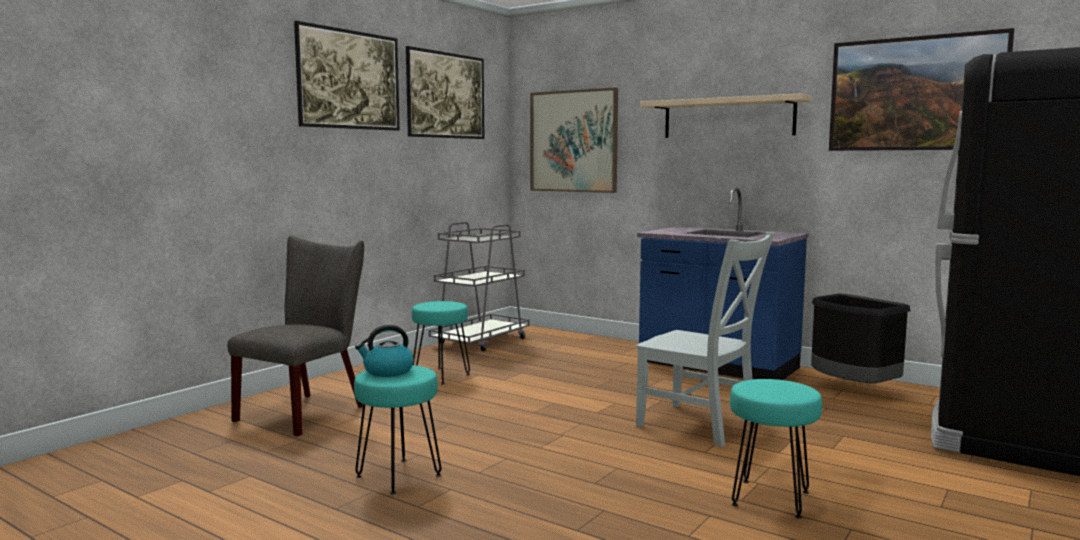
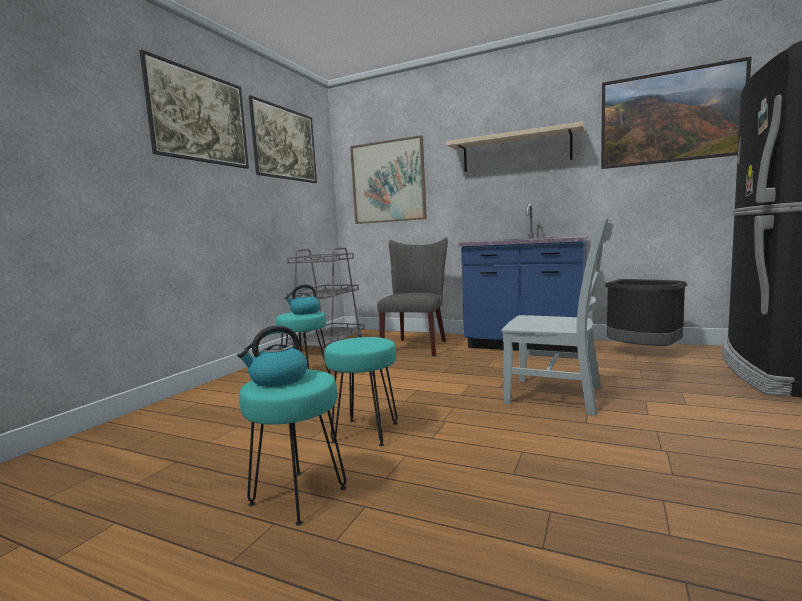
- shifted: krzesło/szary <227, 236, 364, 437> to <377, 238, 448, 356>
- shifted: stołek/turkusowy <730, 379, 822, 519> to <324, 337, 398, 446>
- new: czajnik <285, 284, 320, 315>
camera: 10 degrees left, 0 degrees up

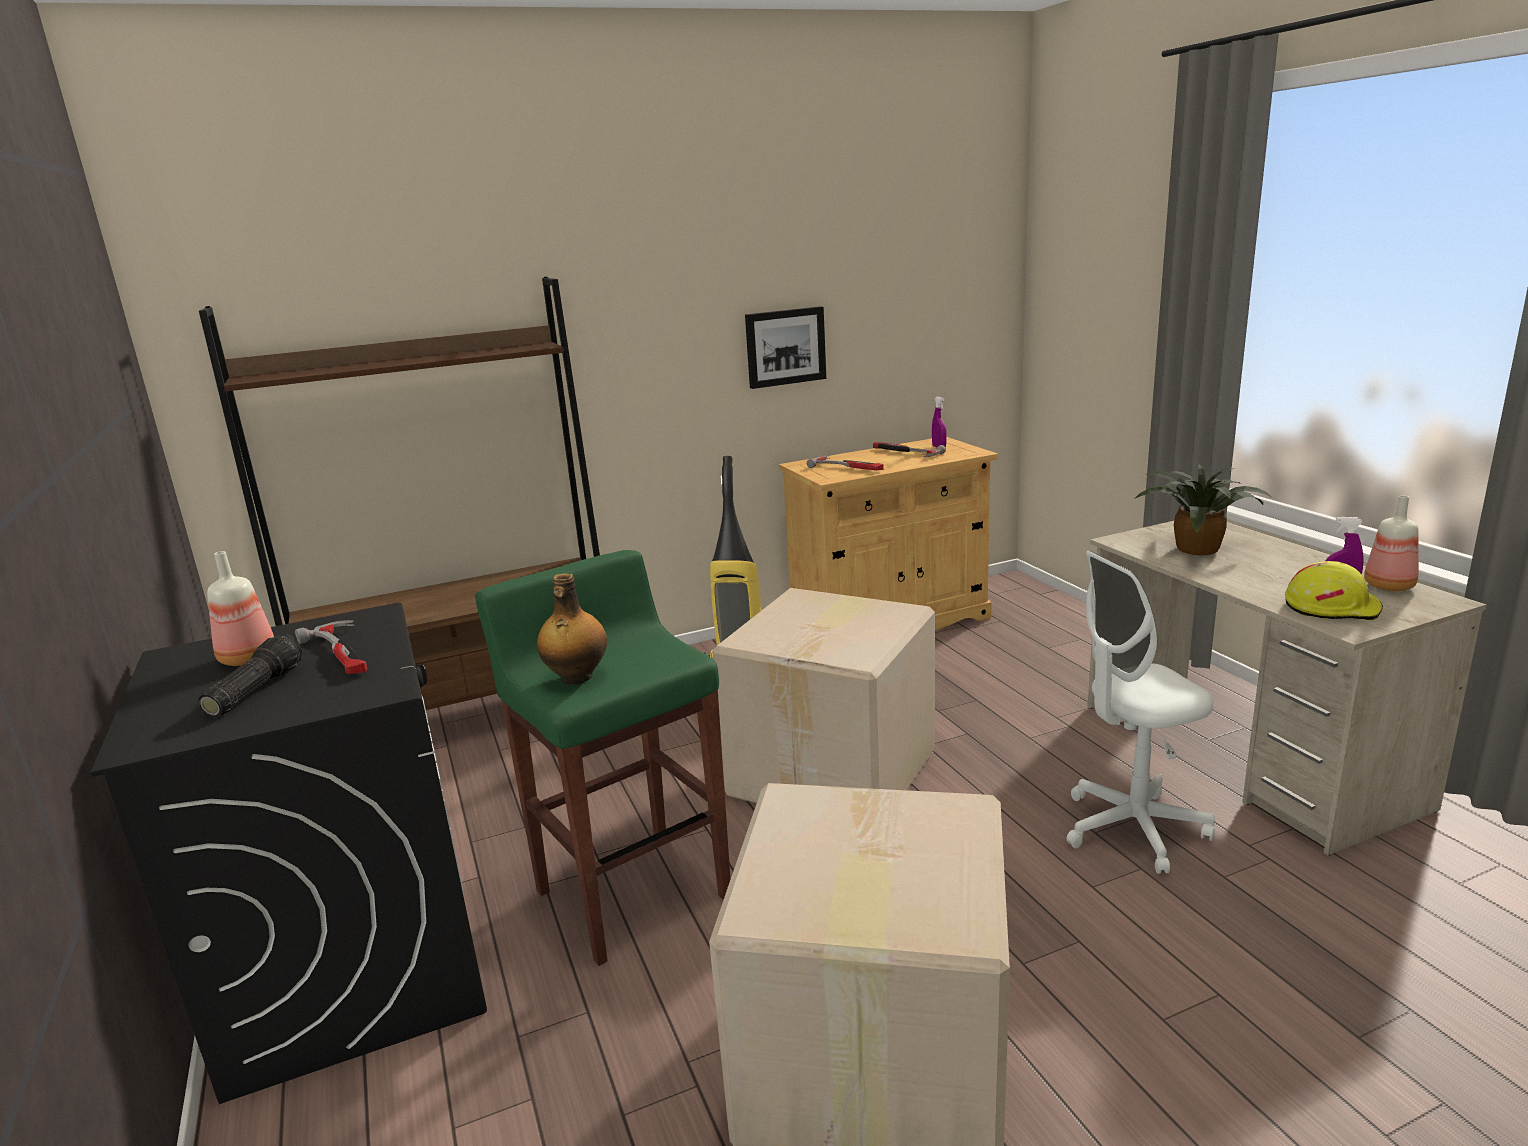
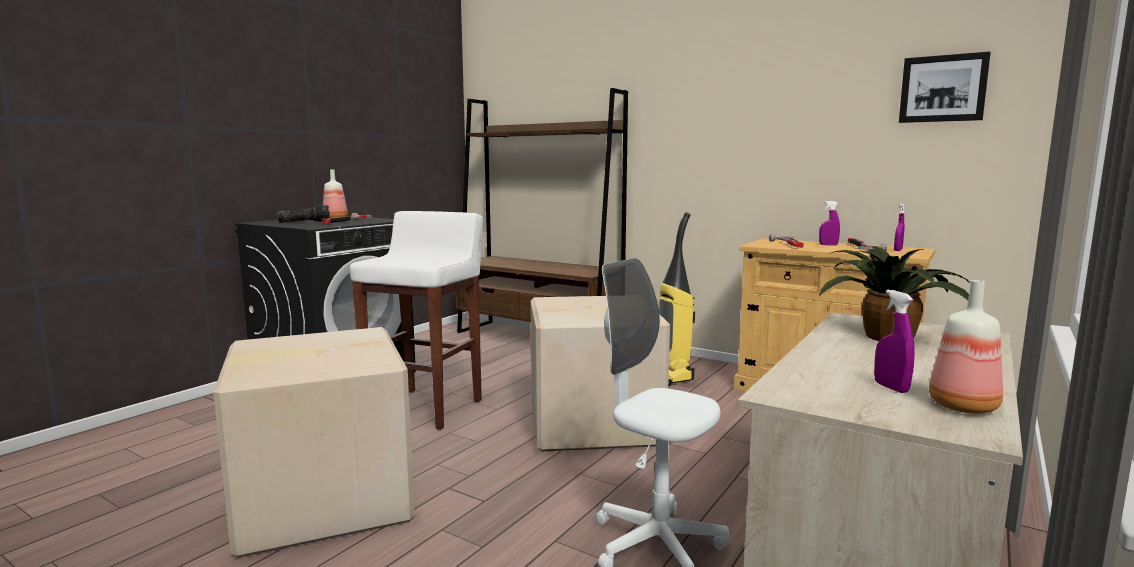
- shifted: obraz <745, 306, 826, 389> to <899, 51, 991, 123>
- repainted: stołek/zielony <475, 550, 730, 966> to stołek/biały <350, 211, 483, 430>
- gone: kask/żółty <1285, 561, 1383, 620>
- gone: butelka <537, 573, 607, 685>
- new: spryskiwacz/fioletowy <819, 201, 840, 245>
camera: 55 degrees right, 10 degrees down

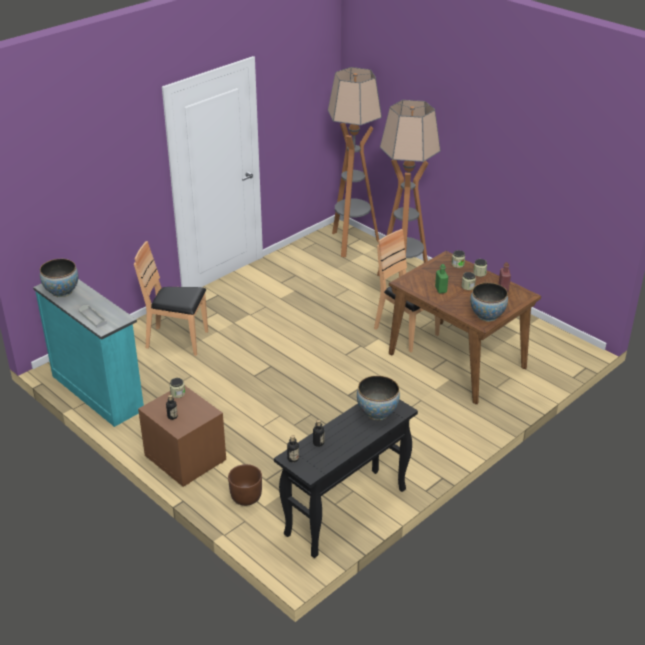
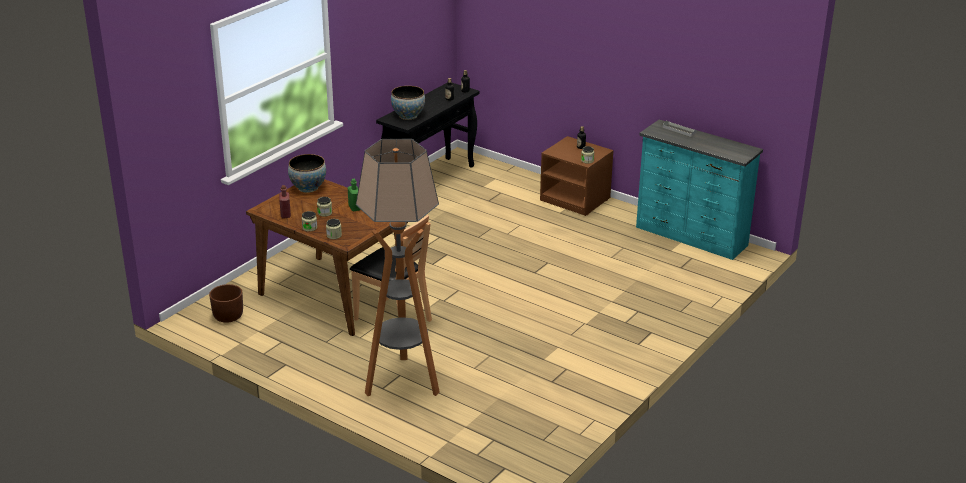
- gone: lampa stojąca <328, 67, 382, 258>
- gone: krzesło/brązowy <134, 241, 208, 356>
- gone: miska <40, 259, 78, 297>
- shifted: donica/brązowy <228, 464, 262, 506> to <209, 284, 243, 323>
camera: 170 degrees right, 5 degrees down

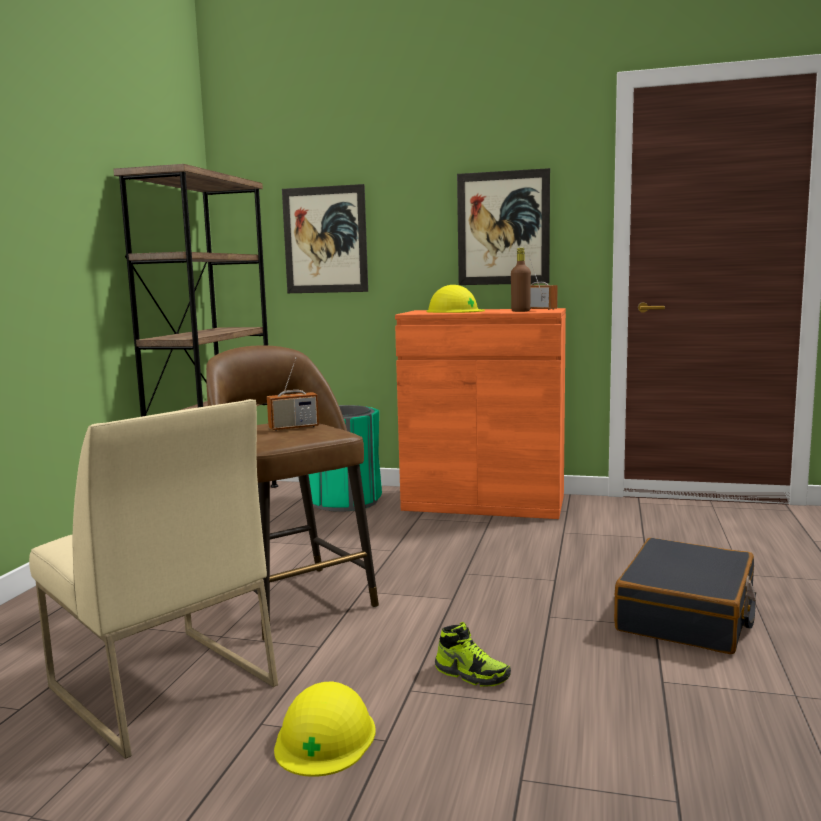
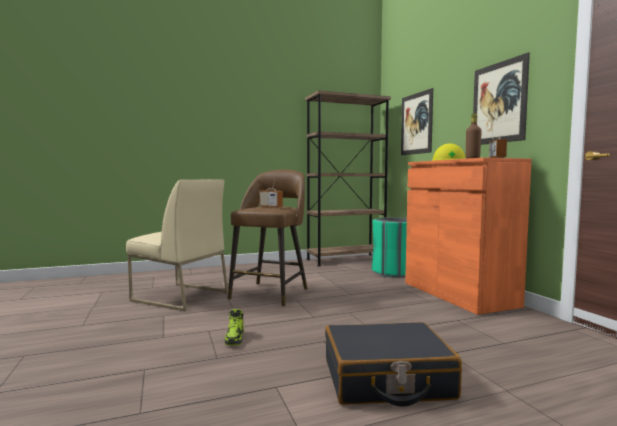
- rotated: krzesło/beżowy <29, 399, 278, 759> = <126, 179, 228, 311> 75 degrees counterclockwise
- gone: kask/żółty <274, 682, 375, 777>
camera: 55 degrees right, 5 degrees down

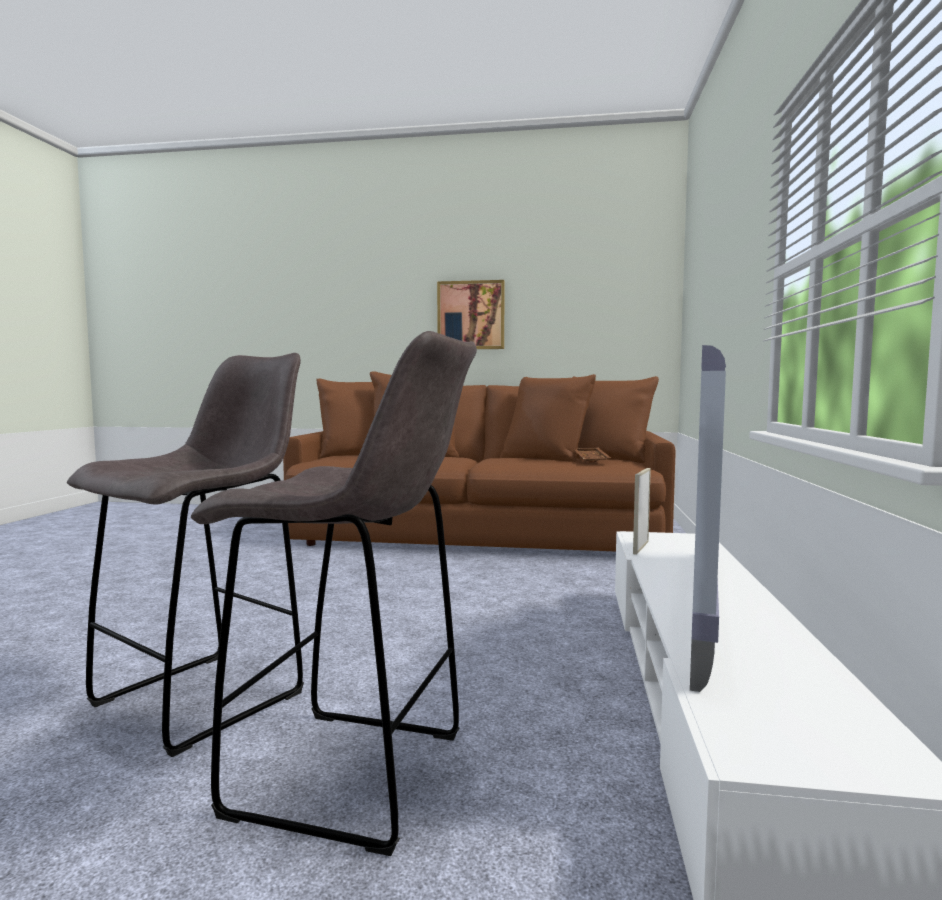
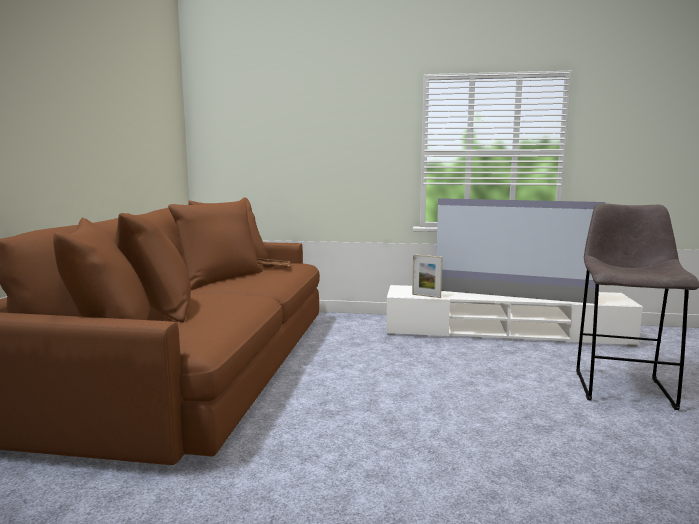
- gone: obraz <437, 280, 505, 349>
- gone: stołek/szary <67, 353, 304, 757>
camera: 90 degrees left, 5 degrees up

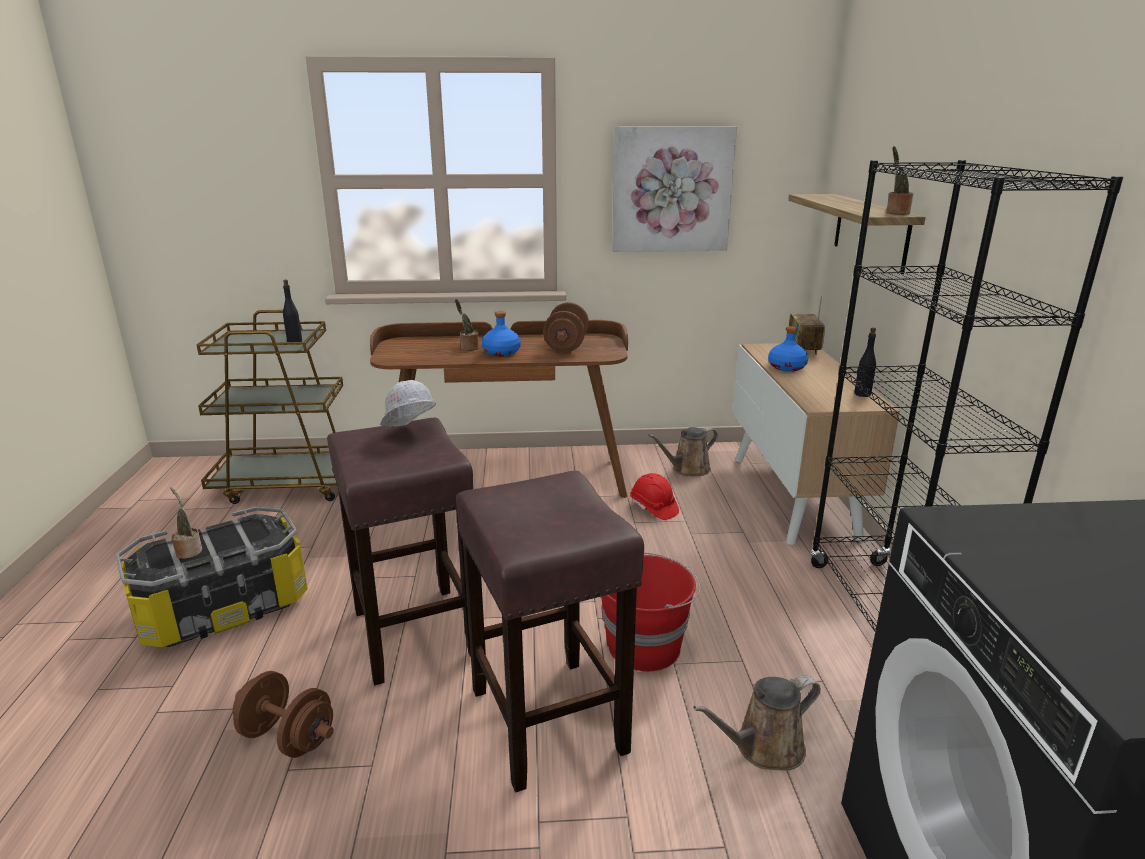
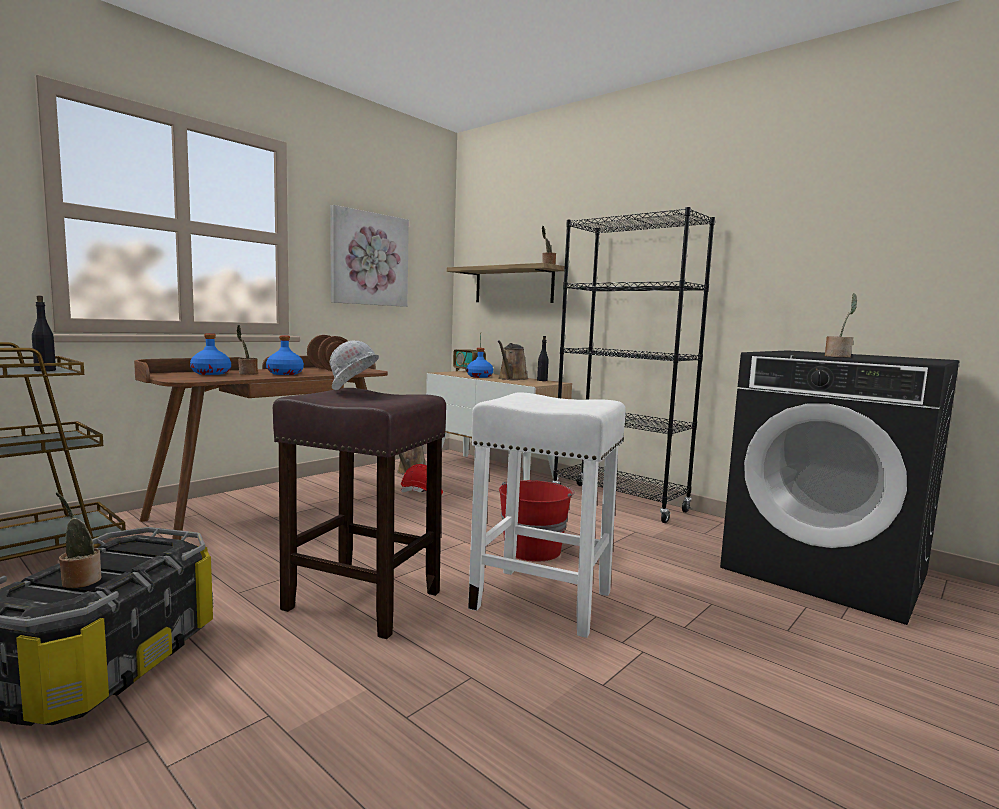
- repainted: stołek/brązowy <456, 471, 644, 792> to stołek/biały <468, 392, 626, 638>
- gone: hantel/brązowy <233, 671, 334, 758>
- shifted: konewka/brązowy <693, 676, 821, 771> to <498, 340, 528, 380>
- new: roślina doniczkowa <825, 293, 857, 358>
- new: butelka/niebieski <190, 334, 231, 375>
camera: 45 degrees left, 15 degrees down

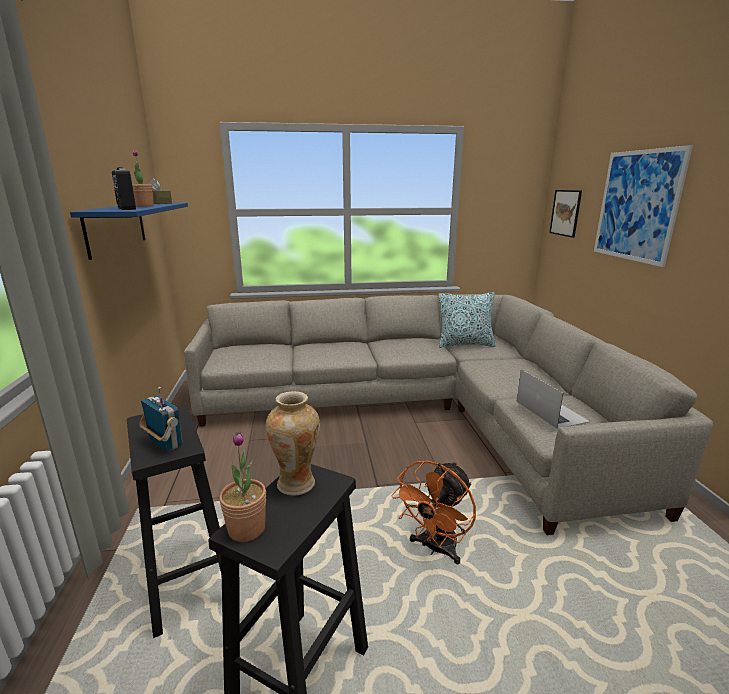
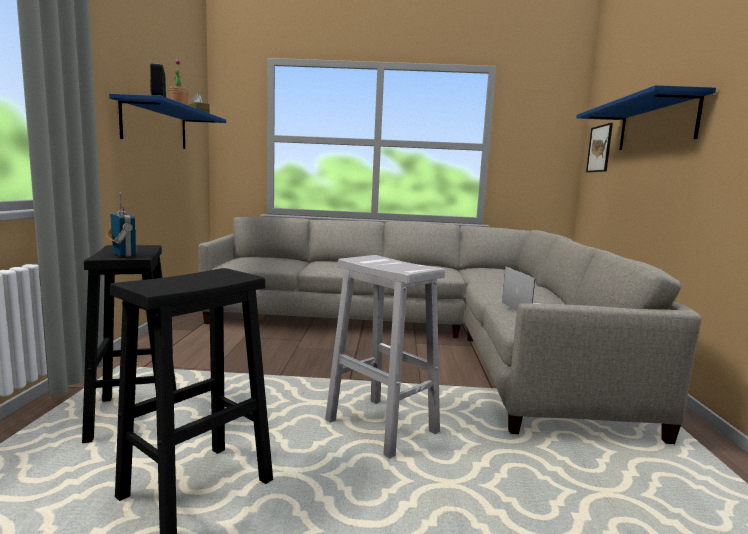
- swapped: obraz <594, 145, 693, 267> to półka/niebieski <576, 85, 716, 150>
- gone: poduszka <439, 292, 496, 348>
- gone: wazon <266, 391, 320, 496>
- gone: roślina doniczkowa <219, 432, 266, 542>
- swapped: wentylator/pomarańczowy <391, 461, 476, 564> to stołek/biały <325, 255, 445, 459>
camera: 10 degrees right, 10 degrees down

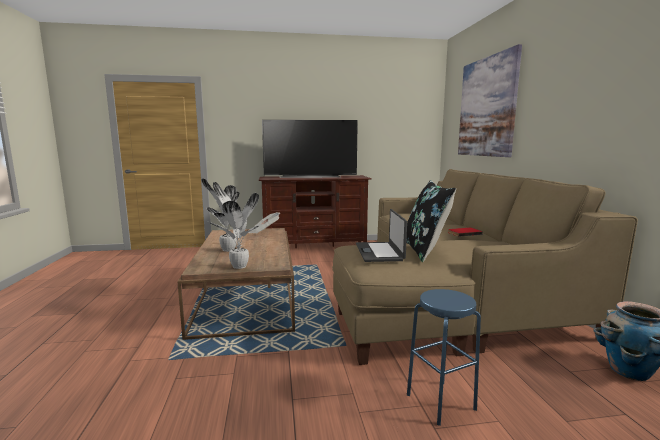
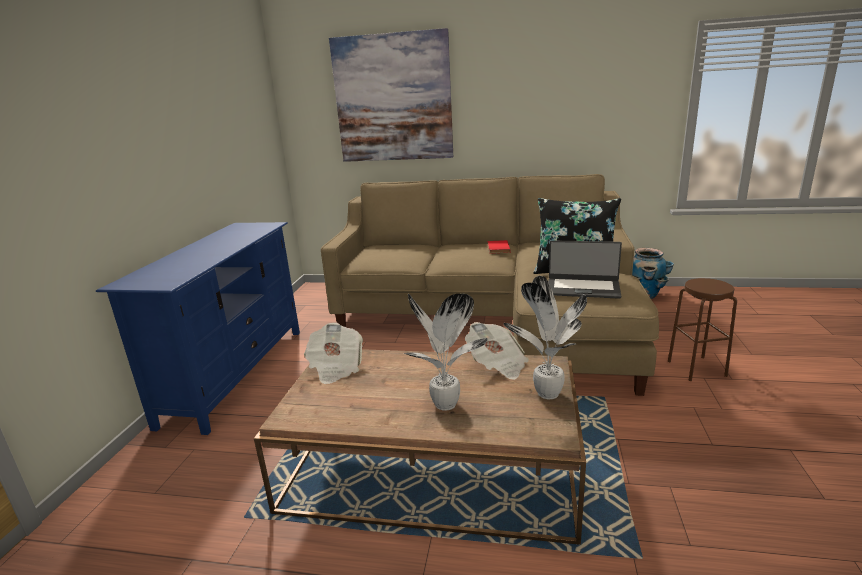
- gone: telewizor <262, 120, 358, 178>
- repainted: szafka pod telewizor/brązowy <258, 175, 371, 248> to szafka pod telewizor/niebieski <96, 222, 300, 435>
- repainted: stołek/niebieski <407, 289, 481, 426> to stołek/brązowy <668, 278, 737, 381>
- new: gazeta <465, 322, 529, 380>
camera: 70 degrees left, 10 degrees up

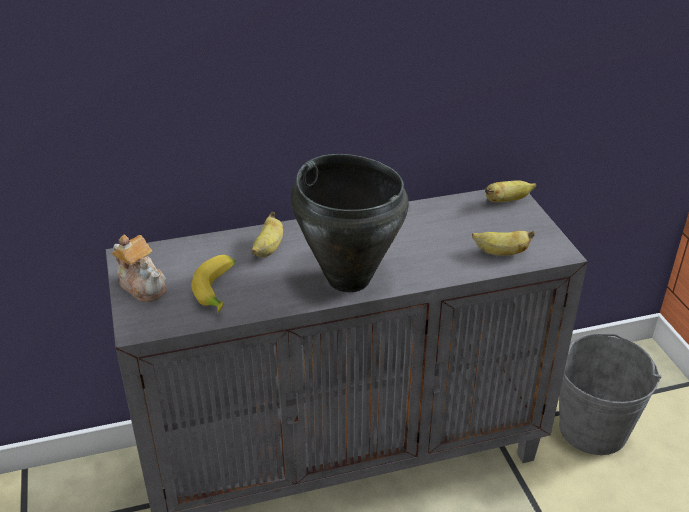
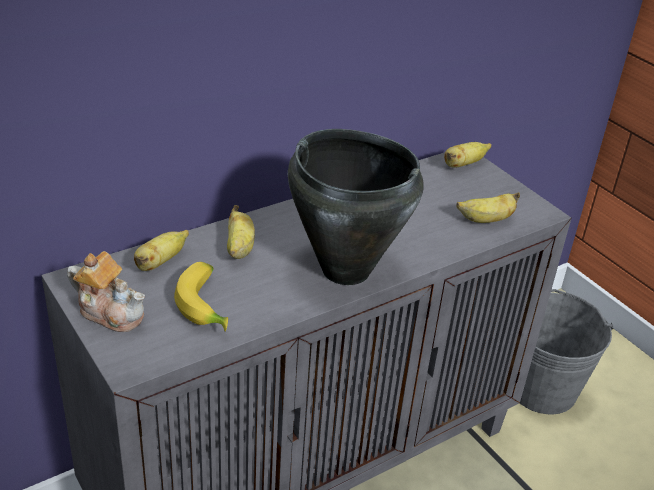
- new: banan <134, 230, 189, 271>
camera: 20 degrees left, 0 degrees up

